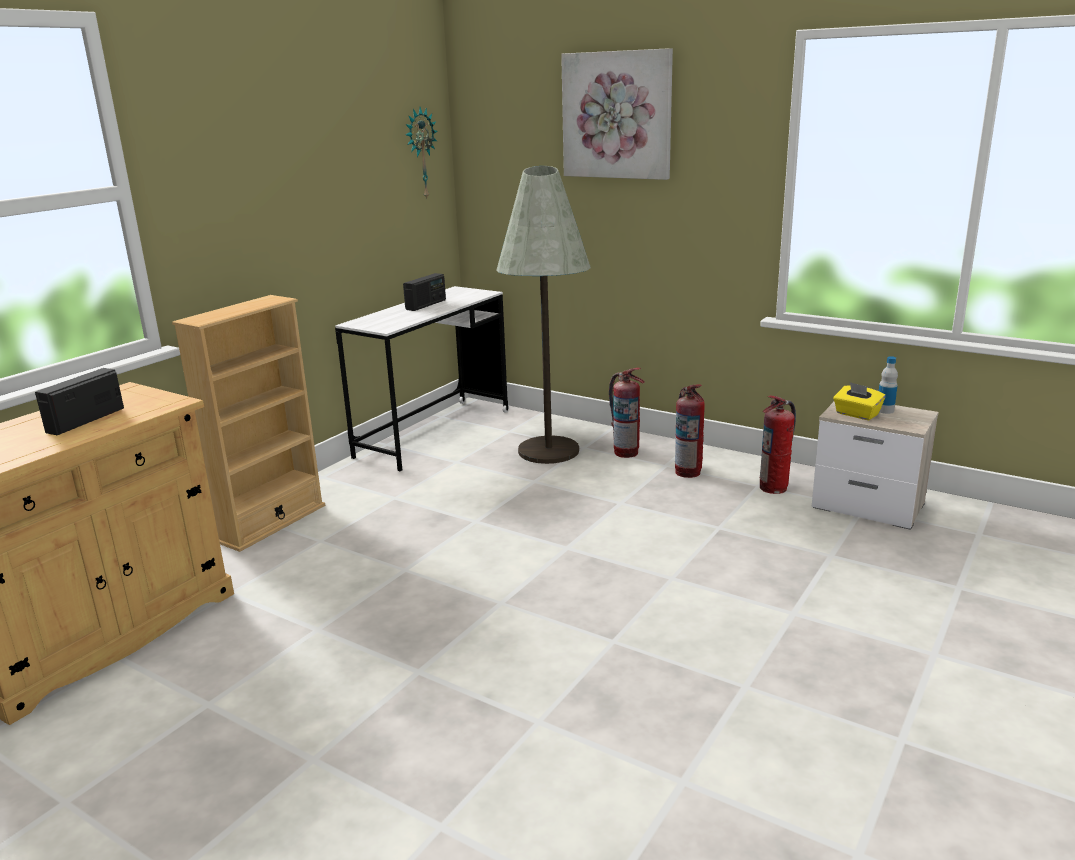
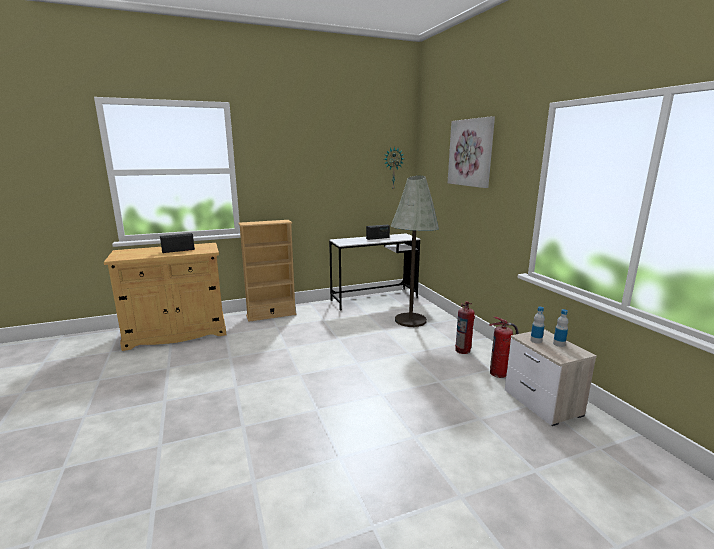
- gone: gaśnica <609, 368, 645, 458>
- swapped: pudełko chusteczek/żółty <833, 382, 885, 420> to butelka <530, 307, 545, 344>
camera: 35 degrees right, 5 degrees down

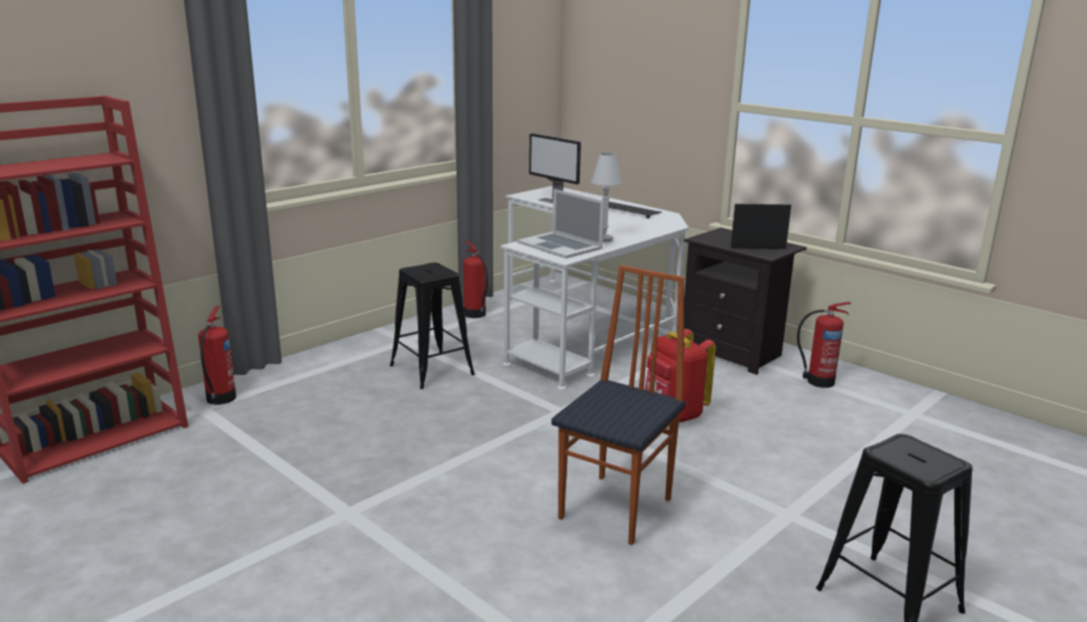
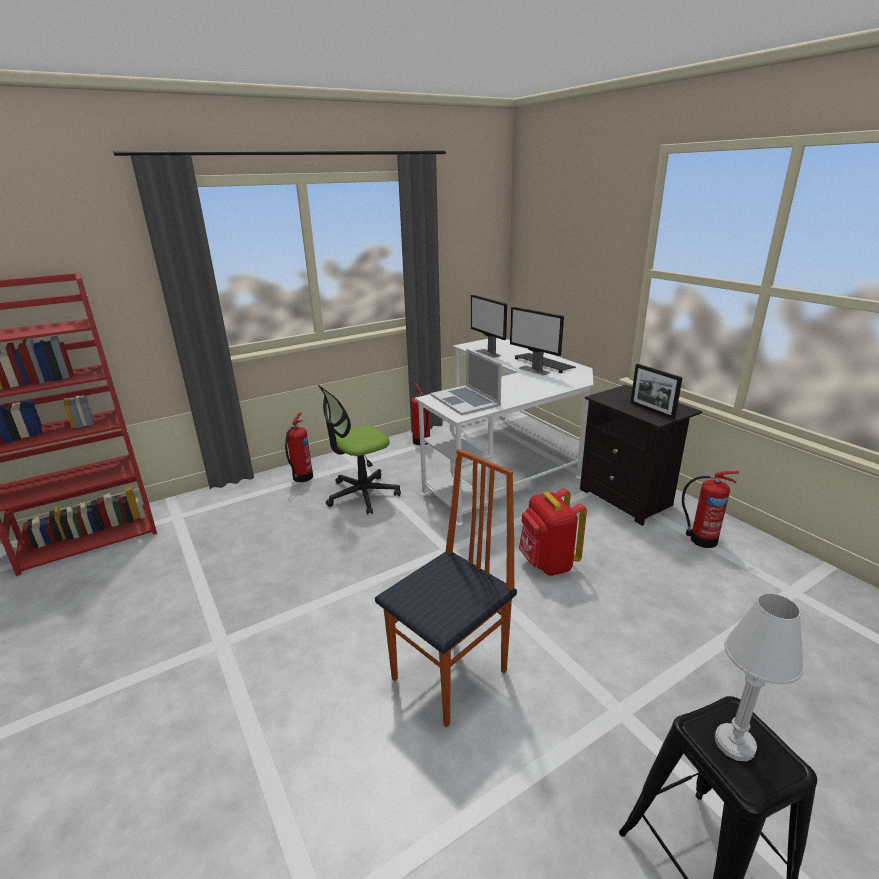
- shifted: lampa stołowa/biały <591, 153, 622, 242> to <715, 593, 804, 761>
- rotated: ramka na zdjęcie <731, 204, 791, 249> = <630, 364, 683, 419> 135 degrees counterclockwise
- swapped: stołek/czarny <390, 263, 475, 389> to krzesło biurowe <318, 385, 401, 515>
- shifted: gaśnica <198, 306, 236, 405> to <285, 413, 313, 482>
- new: monitor <510, 307, 564, 375>
camera: 15 degrees right, 5 degrees up

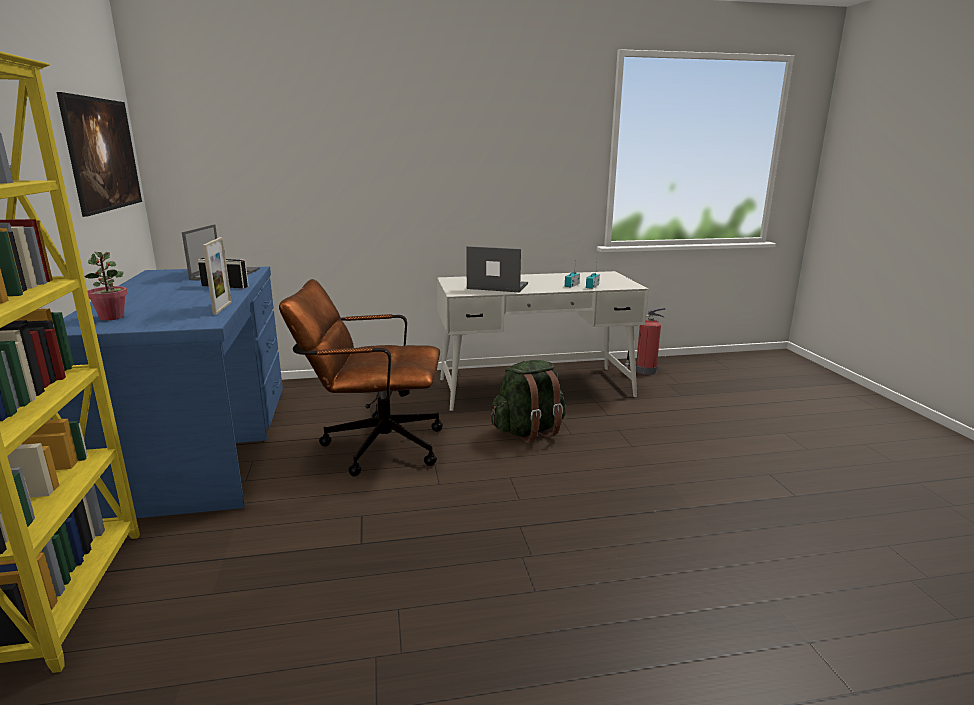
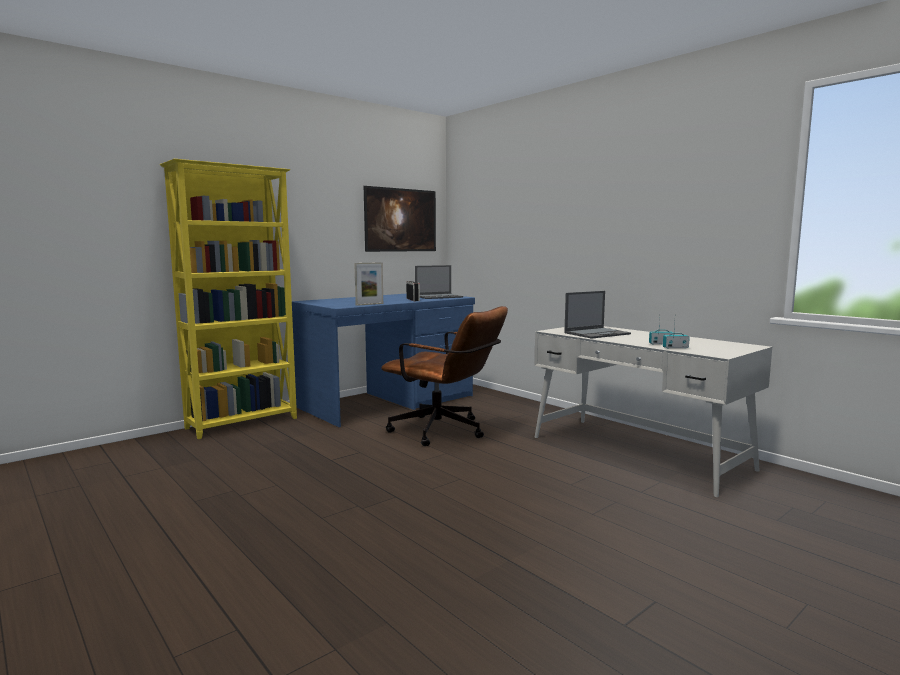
- rotated: laptop <466, 246, 528, 292> = <564, 291, 631, 339> 75 degrees clockwise
- gone: roślina doniczkowa <84, 252, 128, 320>
- rotated: krzesło biurowe/brązowy <279, 279, 443, 477> = <381, 306, 508, 446> 150 degrees clockwise
- gone: gaśnica <625, 307, 665, 375>
- gone: plecak/zielony <491, 360, 566, 442>
camera: 60 degrees right, 10 degrees down

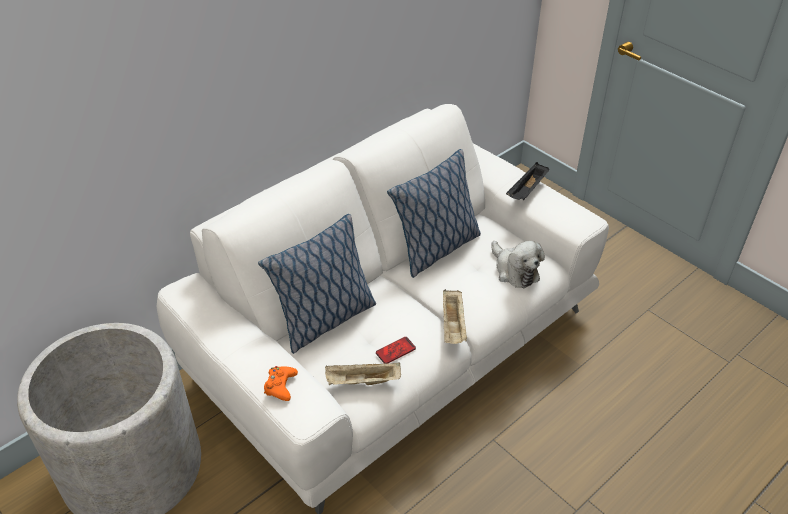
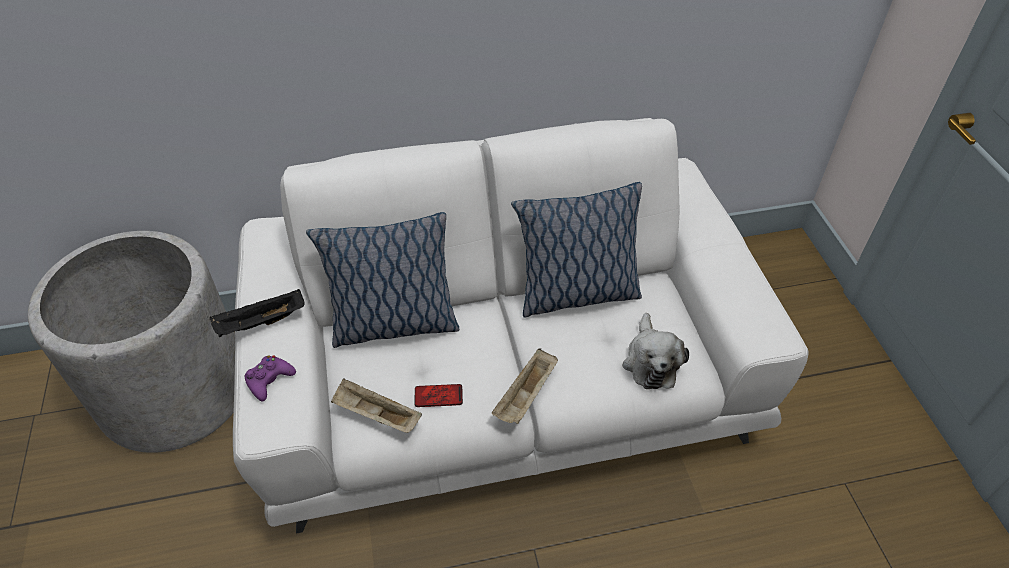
- shifted: taca/czarny <506, 162, 550, 200> to <210, 289, 305, 337>
- repainted: pad do gier/pomarańczowy <264, 366, 298, 401> to pad do gier/fioletowy <245, 356, 296, 401>
camera: 30 degrees right, 5 degrees up

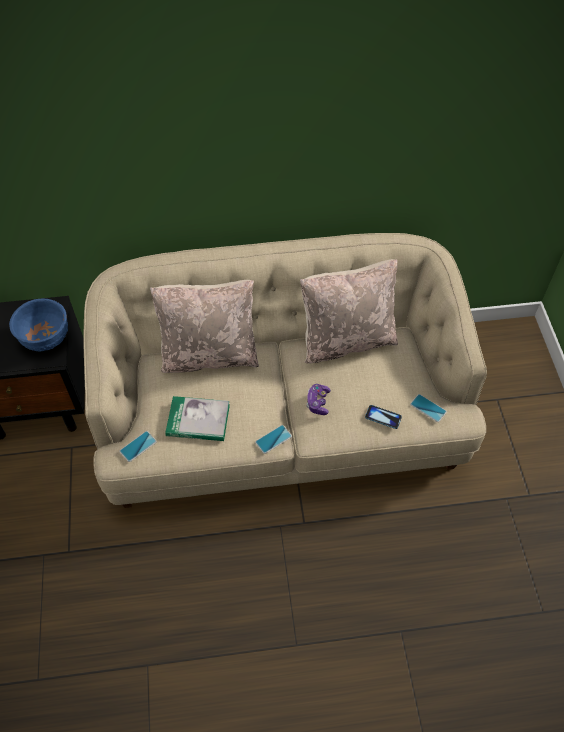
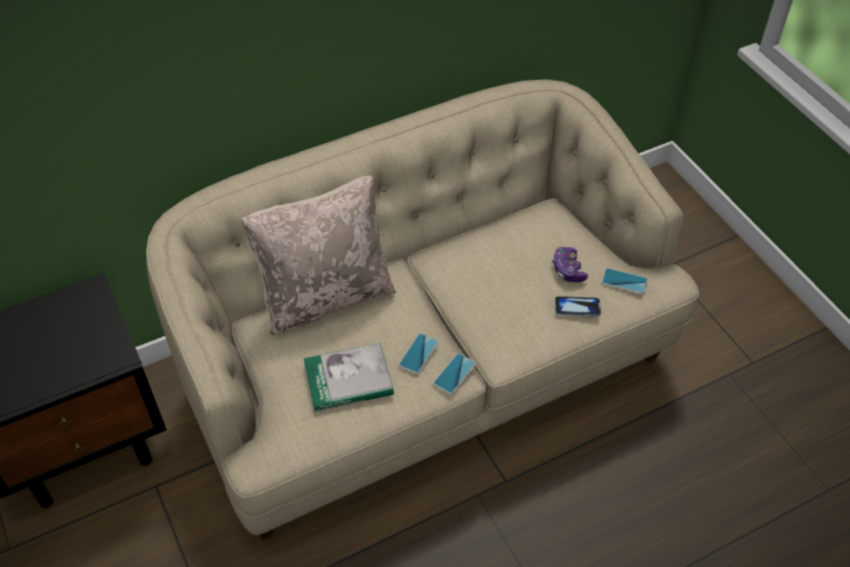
- gone: poduszka/beżowy <300, 259, 398, 364>
- gone: miska/niebieski <9, 298, 68, 351>
- shifted: pad do gier <307, 384, 331, 415> to <552, 247, 588, 282>
- shifted: telefon <120, 431, 157, 462> to <399, 333, 438, 374>
camera: 20 degrees left, 5 degrees down

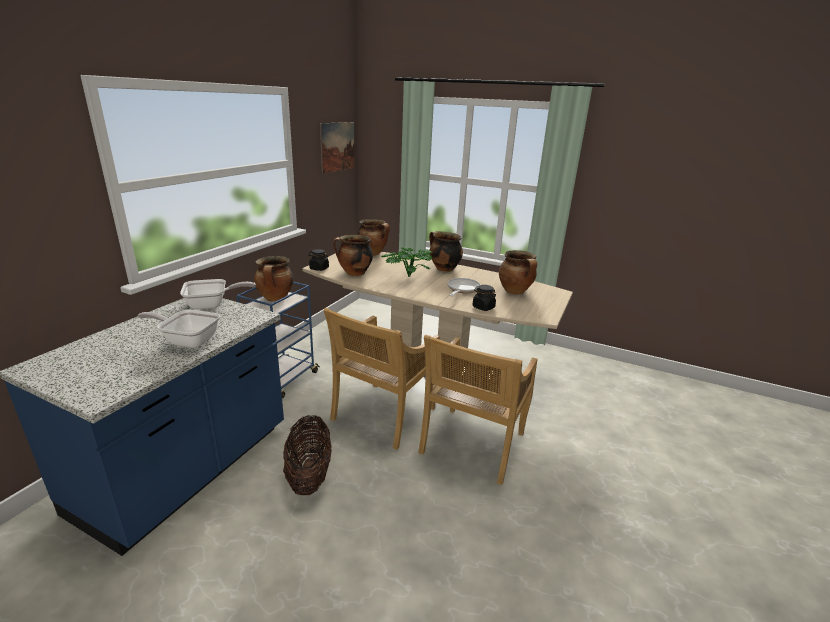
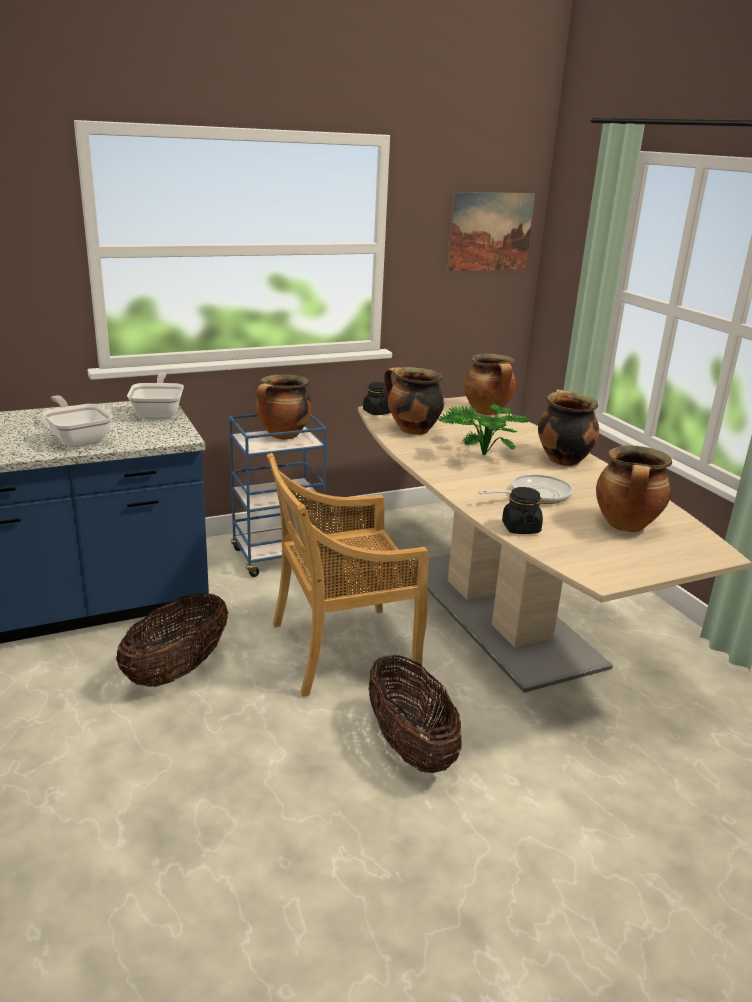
- rotated: patelnia <180, 279, 256, 309> = <127, 373, 184, 419> 120 degrees counterclockwise
- swapped: krzesło/beżowy <418, 334, 537, 485> to koszyk <368, 654, 462, 773>
camera: 40 degrees right, 0 degrees up

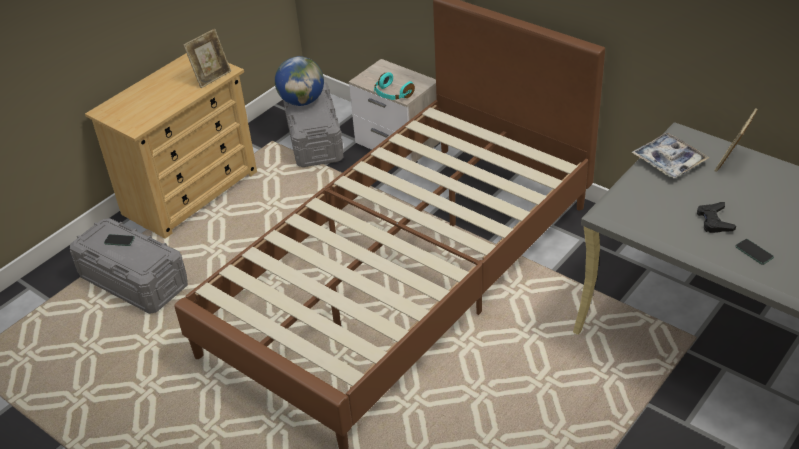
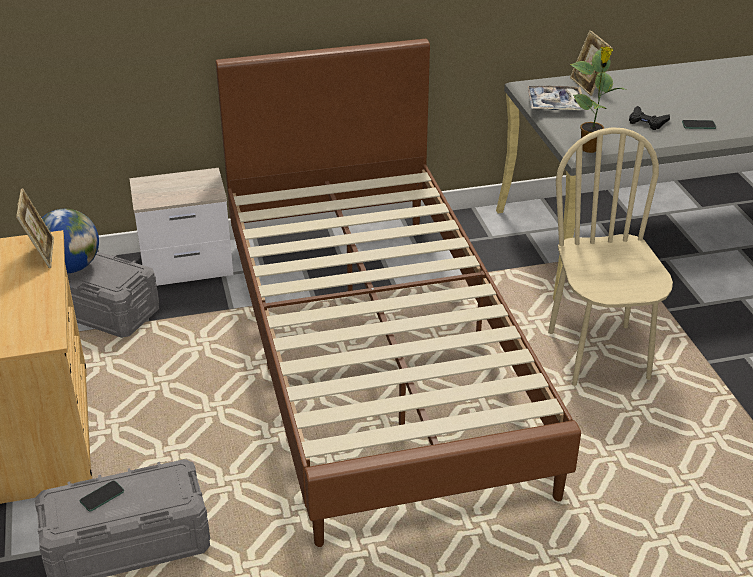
- gone: słuchawki/turkusowy <374, 72, 415, 100>
- new: roślina doniczkowa <570, 46, 626, 153>
- new: krzesło/beżowy <548, 127, 673, 386>
camera: 55 degrees left, 5 degrees down

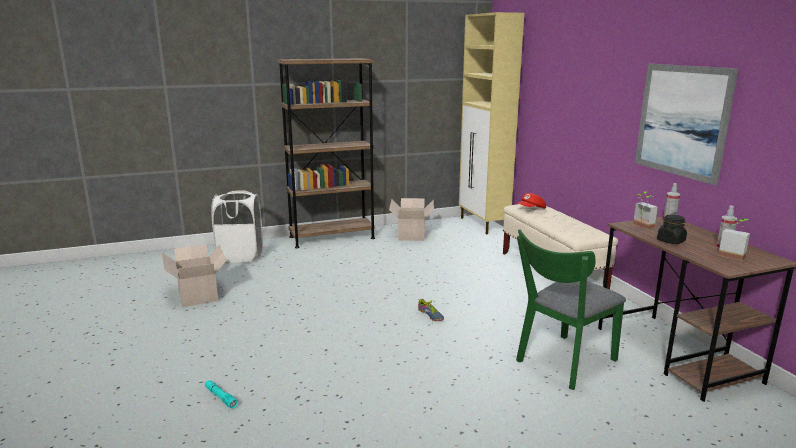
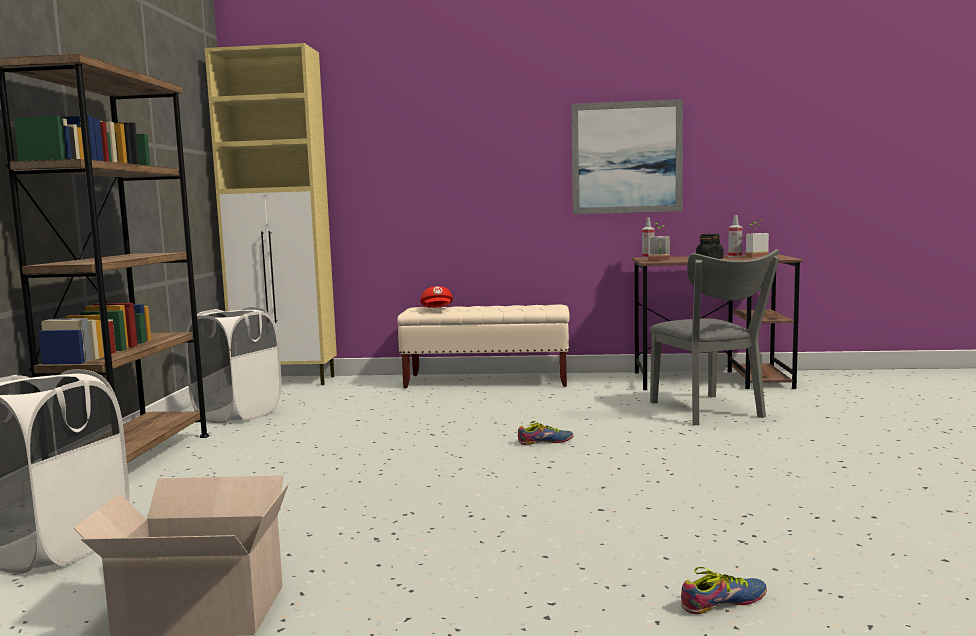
- swapped: karton <389, 198, 434, 241> to kosz na pranie/biały <185, 307, 282, 423>
- repainted: krzesło/zielony <516, 229, 626, 390> to krzesło/szary <650, 249, 779, 425>
- swapped: latarka/turkusowy <205, 380, 238, 409> to but <681, 567, 767, 614>
camera: 65 degrees left, 10 degrees down

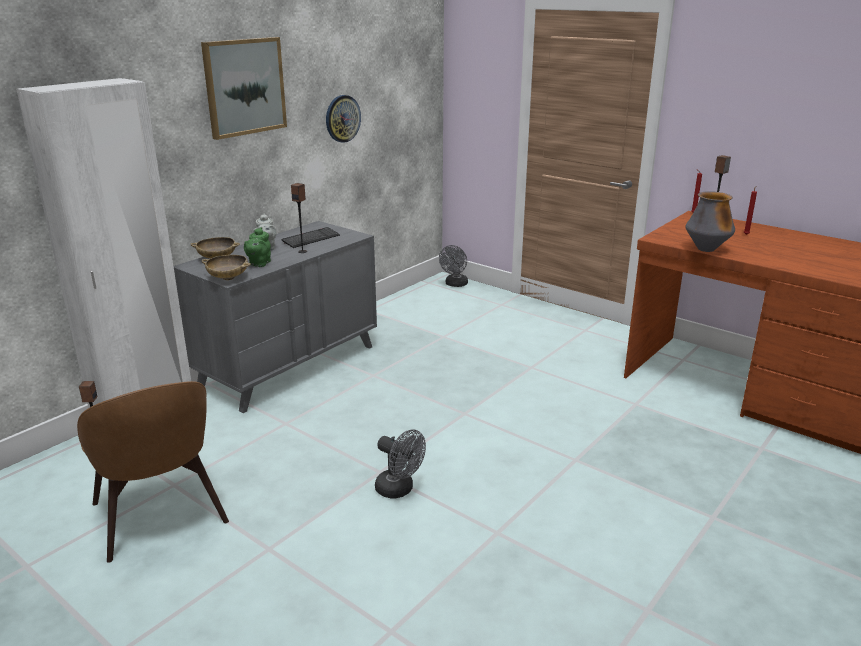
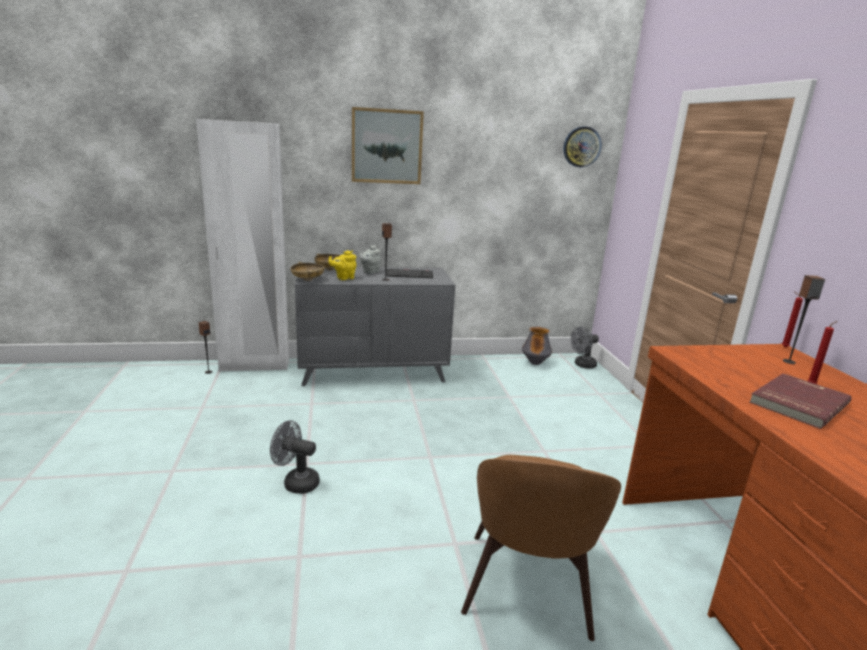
- shifted: zegar ścienny <326, 95, 361, 143> to <564, 126, 602, 167>
- shifted: wazon <685, 191, 735, 252> to <522, 327, 552, 365>
- repainted: imbryk/zielony <244, 227, 271, 267> to imbryk/żółty <328, 250, 356, 280>
- shifted: krzesło/brązowy <77, 381, 229, 563> to <461, 455, 621, 641>
- rotated: wentylator/szary <375, 429, 426, 499> = <270, 420, 320, 494> 120 degrees clockwise
- new: książka/czerwony <749, 373, 851, 429>
camera: 40 degrees right, 5 degrees down

